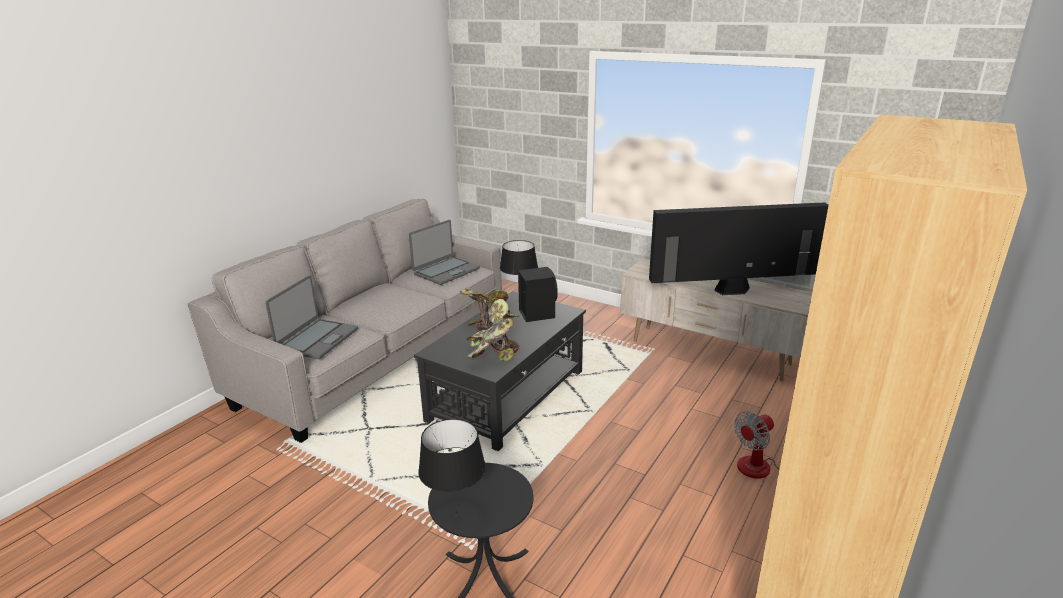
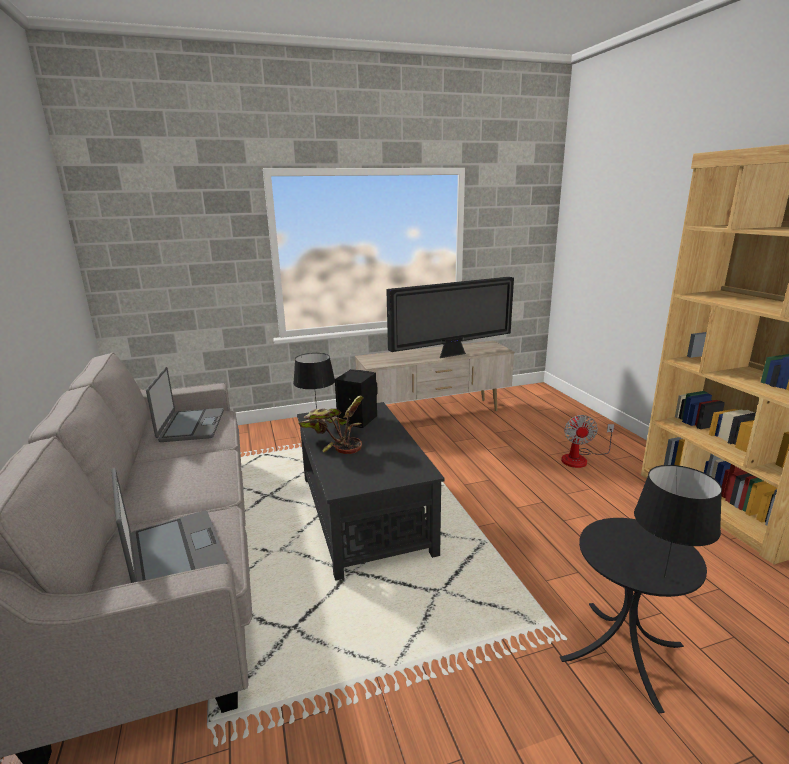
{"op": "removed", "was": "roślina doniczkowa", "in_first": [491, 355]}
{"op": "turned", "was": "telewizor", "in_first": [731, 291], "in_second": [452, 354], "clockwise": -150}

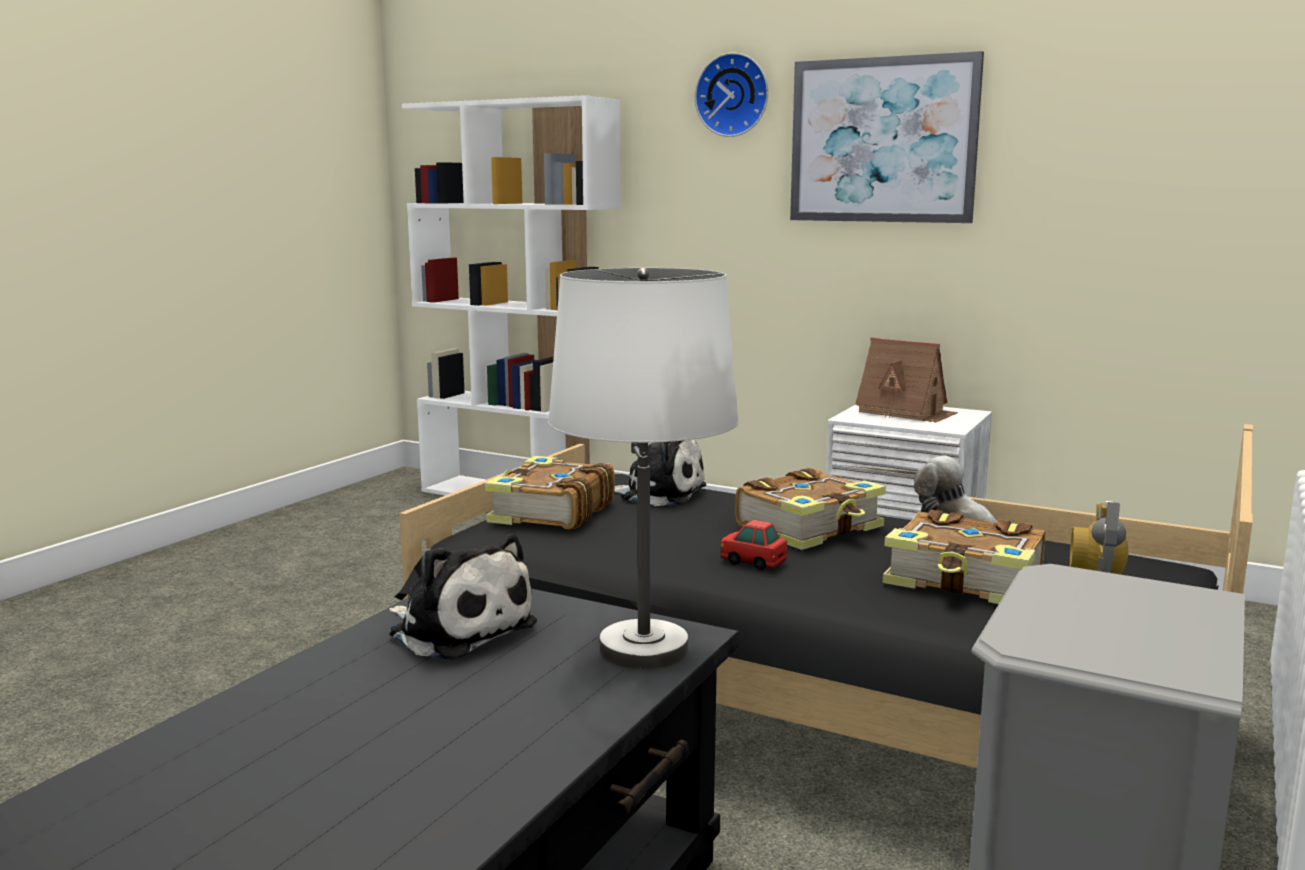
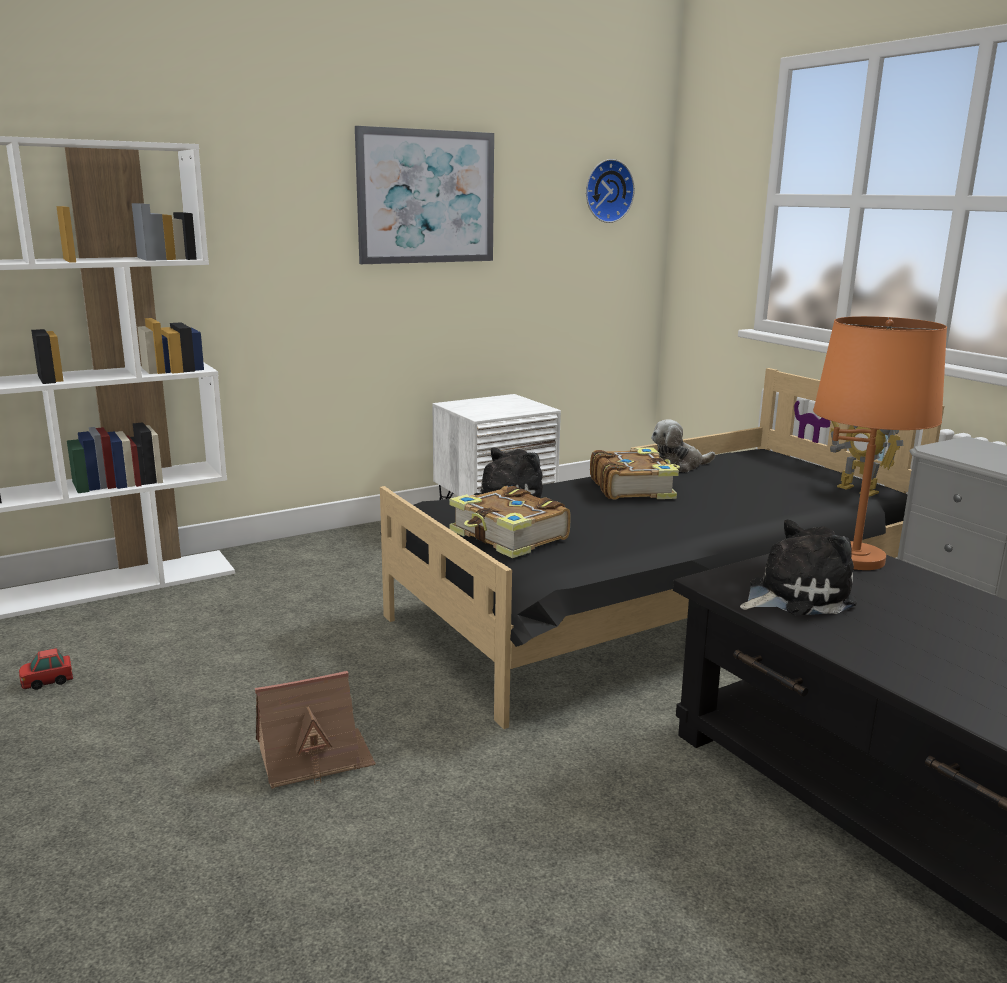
{"op": "recoloured", "was": "lampa stołowa/biały", "now": "lampa stołowa/pomarańczowy", "in_first": [645, 649], "in_second": [855, 559]}
{"op": "moved", "was": "zegar ścienny", "in_first": [733, 95], "in_second": [607, 191]}
{"op": "moved", "was": "samochodzik", "in_first": [752, 562], "in_second": [47, 681]}
{"op": "moved", "was": "domek", "in_first": [906, 412], "in_second": [314, 758]}
{"op": "removed", "was": "książka", "in_first": [966, 581]}

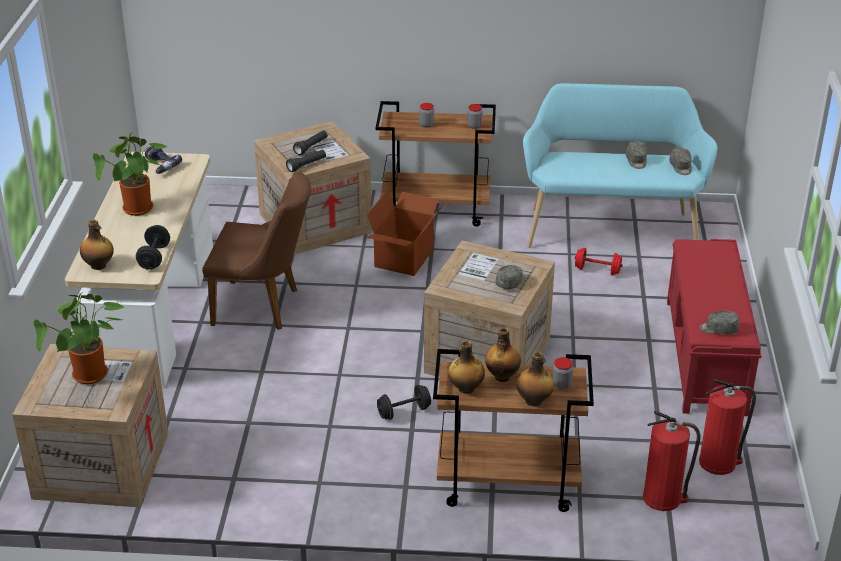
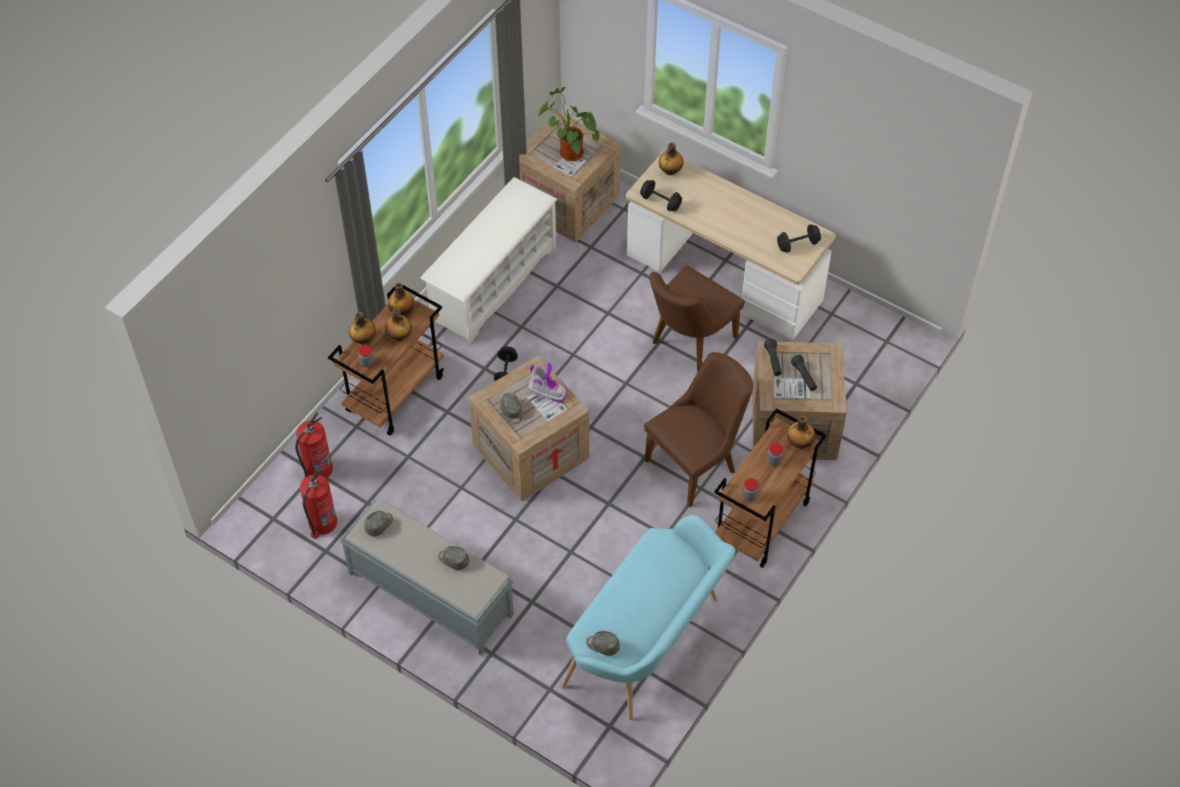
{"op": "removed", "was": "roślina doniczkowa", "in_first": [139, 211]}
{"op": "replaced", "was": "wiertarka", "now": "hantel/czarny", "in_first": [159, 166], "in_second": [798, 245]}
{"op": "replaced", "was": "karton", "now": "krzesło/brązowy", "in_first": [405, 258], "in_second": [698, 462]}
{"op": "removed", "was": "hantel/czerwony", "in_first": [597, 270]}
{"op": "moved", "was": "czapka z daszkiem/szary", "in_first": [636, 161], "in_second": [453, 560]}
{"op": "recoloured", "was": "ławka/czerwony", "now": "ławka/szary", "in_first": [705, 356], "in_second": [429, 593]}
{"op": "added", "now": "regał na buty/biały", "in_second": [493, 282]}
{"op": "added", "now": "but z cholewką", "in_second": [547, 391]}
{"op": "added", "now": "butelka", "in_second": [799, 443]}

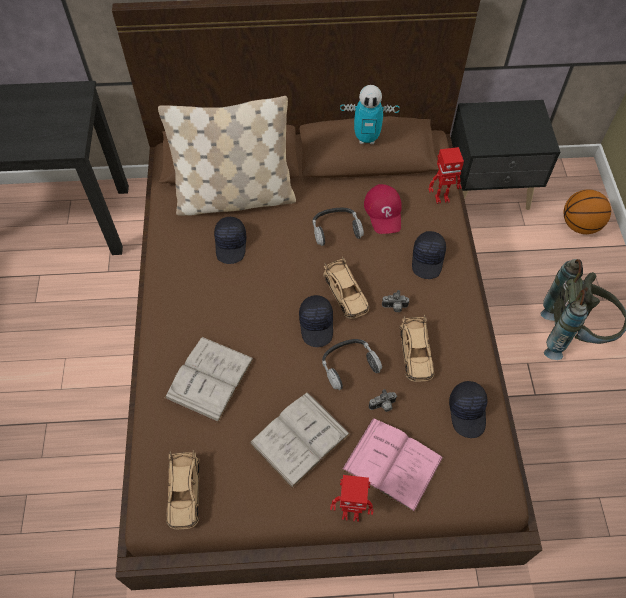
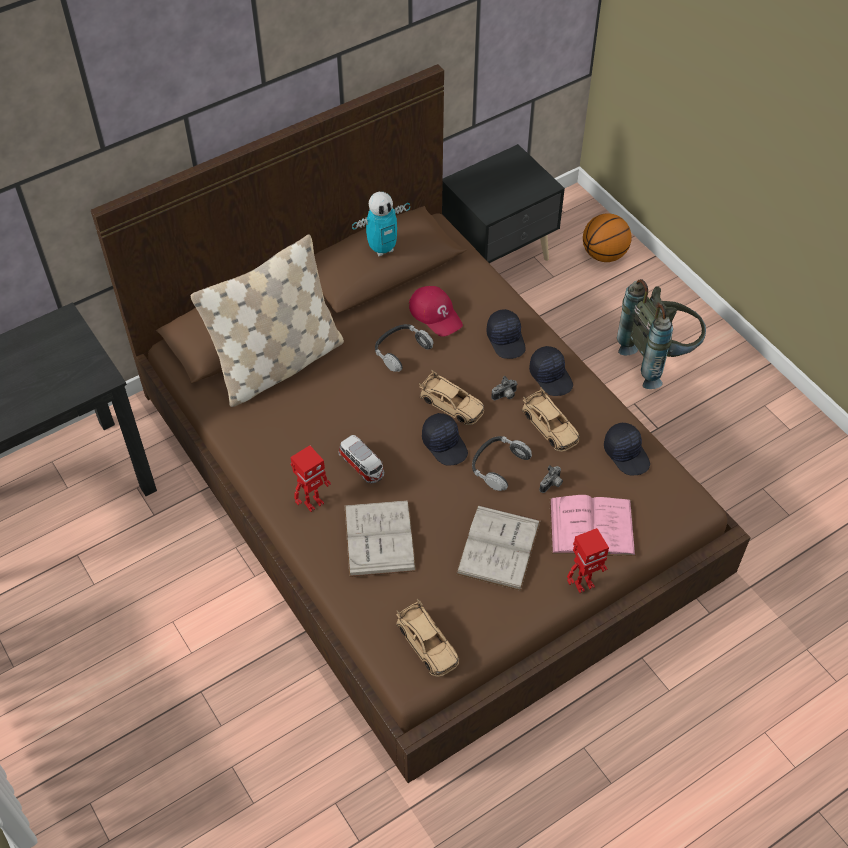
{"op": "moved", "was": "czapka z daszkiem/czarny", "in_first": [231, 245], "in_second": [551, 376]}
{"op": "moved", "was": "robot zabawkowy", "in_first": [441, 198], "in_second": [313, 503]}
{"op": "added", "now": "samochodzik", "in_second": [362, 466]}

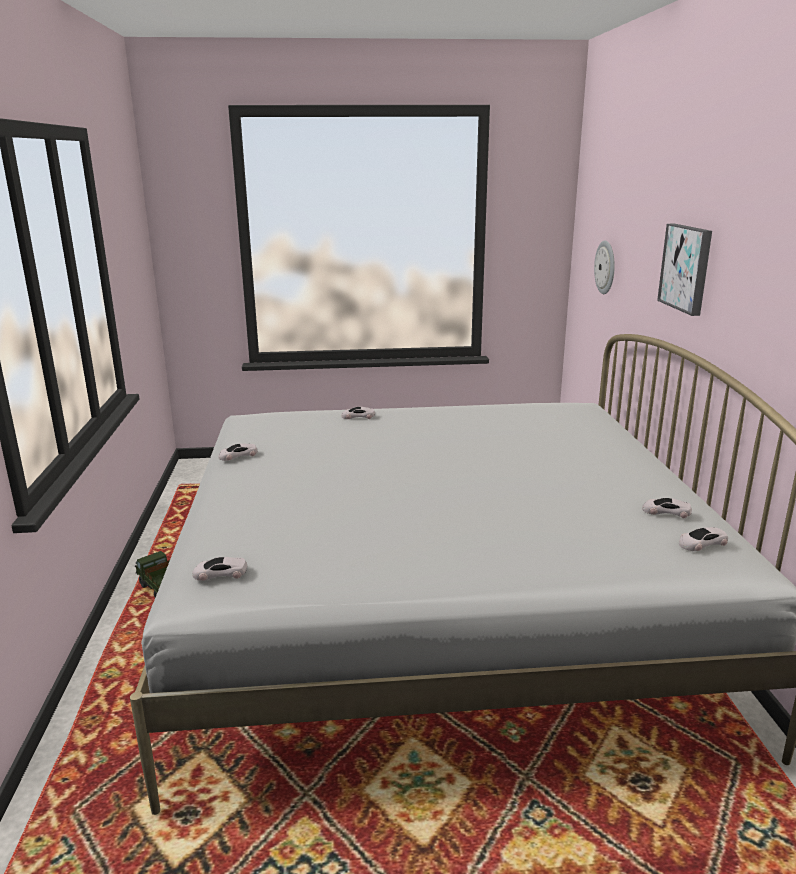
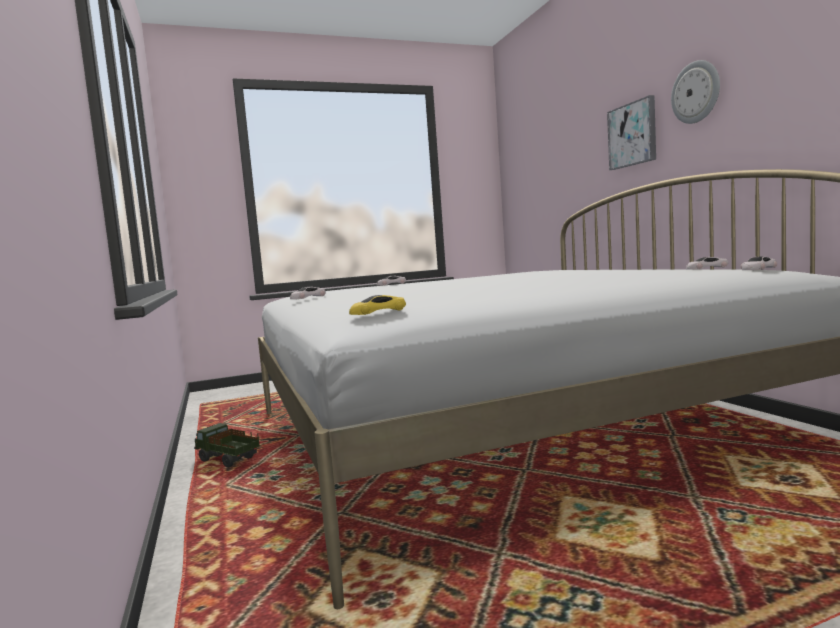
{"op": "recoloured", "was": "samochodzik/biały", "now": "samochodzik/żółty", "in_first": [220, 573], "in_second": [377, 312]}
{"op": "moved", "was": "zegar ścienny", "in_first": [606, 267], "in_second": [696, 92]}

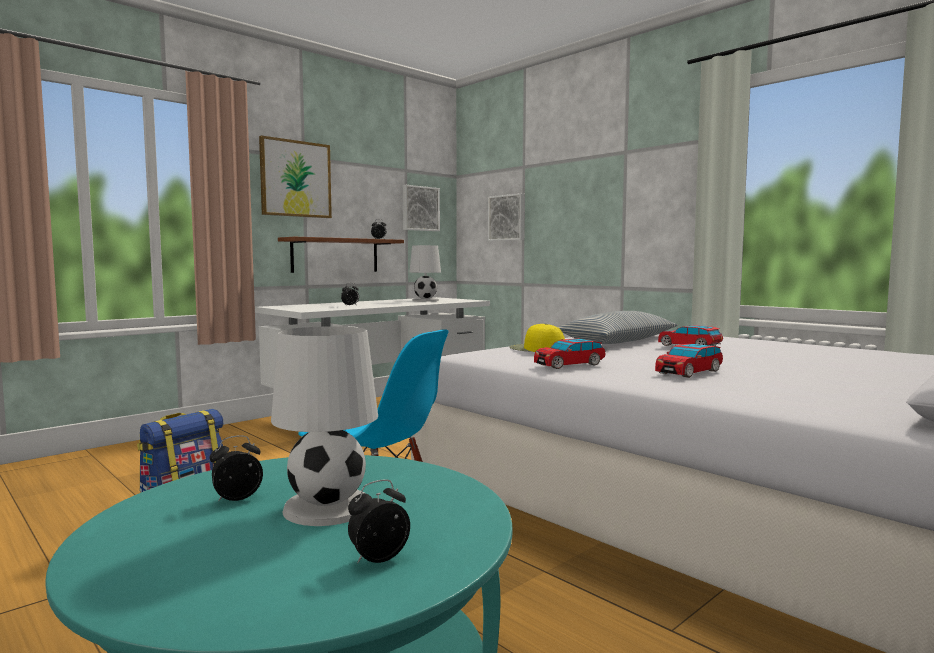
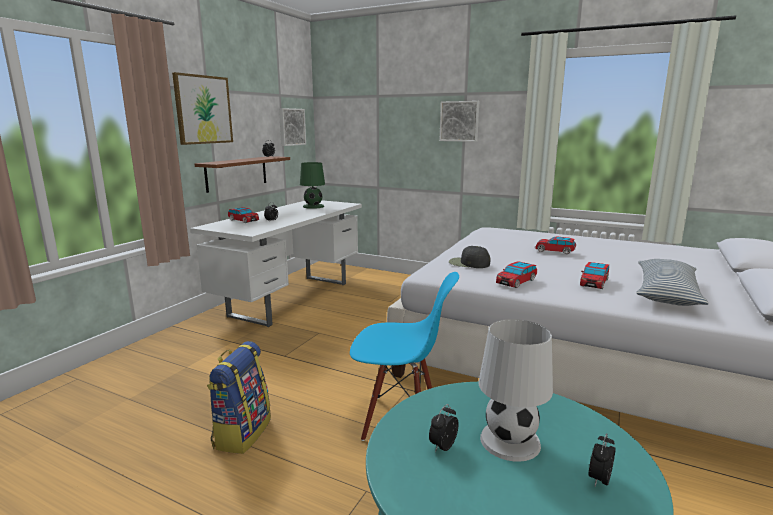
{"op": "recoloured", "was": "lampa stołowa/biały", "now": "lampa stołowa/zielony", "in_first": [425, 300], "in_second": [313, 206]}
{"op": "moved", "was": "obraz", "in_first": [507, 217], "in_second": [459, 121]}
{"op": "recoloured", "was": "czapka z daszkiem/żółty", "now": "czapka z daszkiem/czarny", "in_first": [536, 349], "in_second": [468, 263]}
{"op": "moved", "was": "poduszka", "in_first": [618, 341], "in_second": [666, 293]}
{"op": "added", "now": "samochodzik", "in_second": [243, 220]}

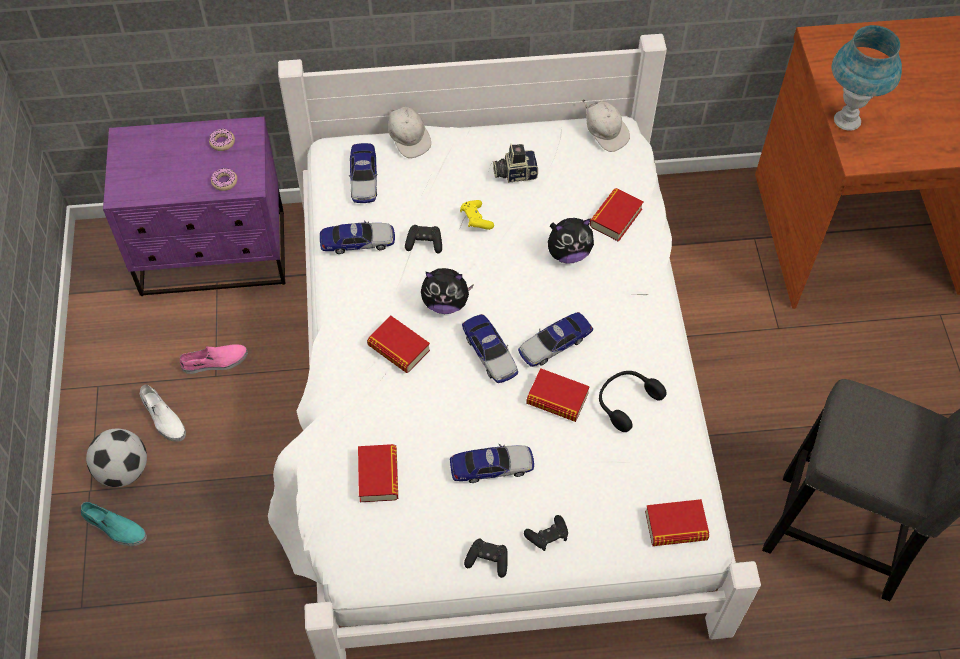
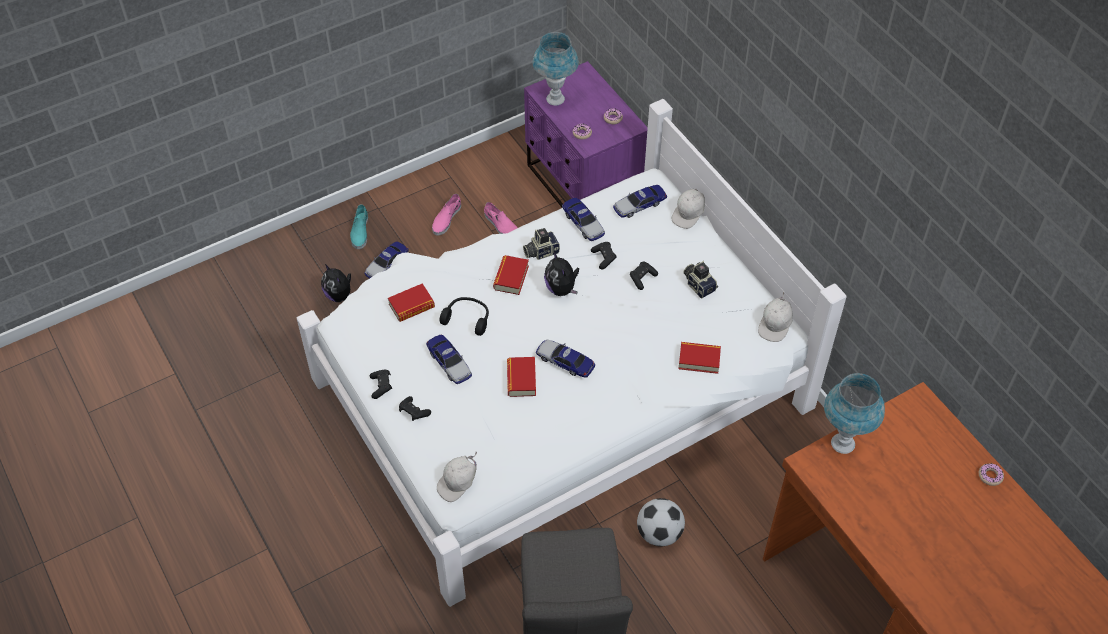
{"op": "moved", "was": "piłka futbolowa", "in_first": [123, 470], "in_second": [659, 533]}
{"op": "recoloured", "was": "but/biały", "now": "but/różowy", "in_first": [163, 418], "in_second": [446, 219]}
{"op": "recoloured", "was": "pad do gier/żółty", "now": "pad do gier/czarny", "in_first": [476, 219], "in_second": [642, 278]}
{"op": "moved", "was": "samochodzik", "in_first": [489, 352], "in_second": [386, 264]}
{"op": "moved", "was": "pluszak", "in_first": [568, 253], "in_second": [339, 295]}
{"op": "moved", "was": "słuchawki/czarny", "in_first": [626, 401], "in_second": [467, 318]}
{"op": "replaced", "was": "książka", "now": "czapka z daszkiem/biały", "in_first": [676, 526], "in_second": [458, 484]}
{"op": "added", "now": "aparat fotograficzny", "in_second": [540, 251]}
{"op": "added", "now": "lampa stołowa/niebieski", "in_second": [555, 99]}
{"op": "added", "now": "donut", "in_second": [990, 476]}

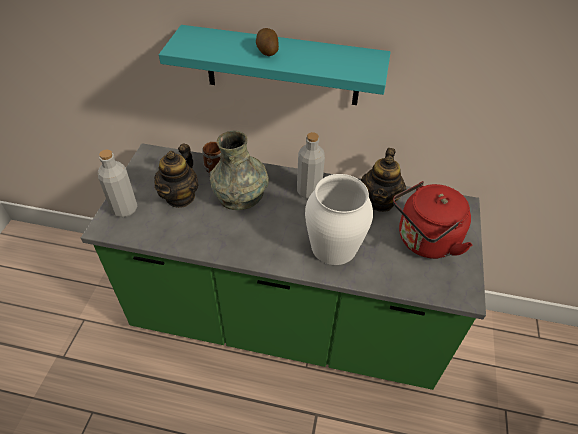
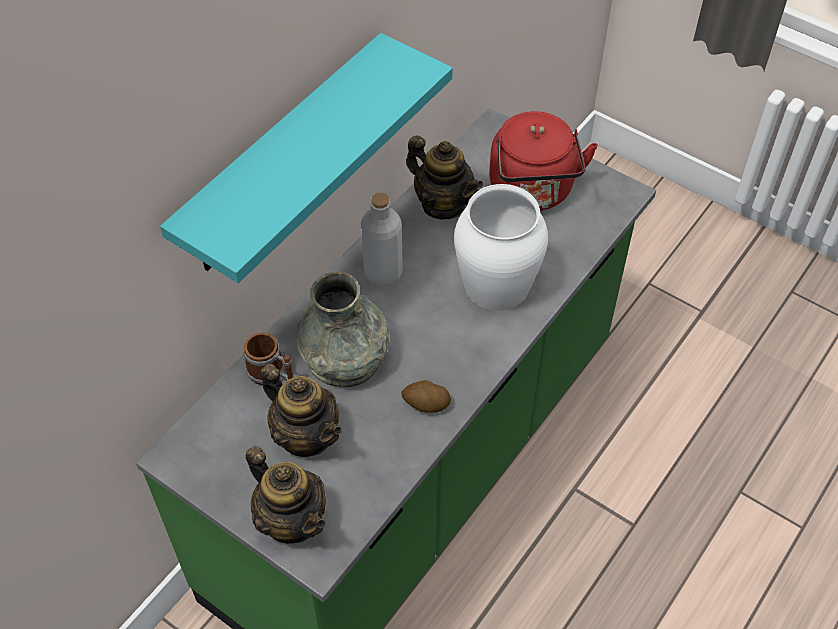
{"op": "replaced", "was": "butelka/szary", "now": "imbryk", "in_first": [124, 209], "in_second": [292, 520]}
{"op": "moved", "was": "ziemniak", "in_first": [267, 51], "in_second": [426, 404]}

